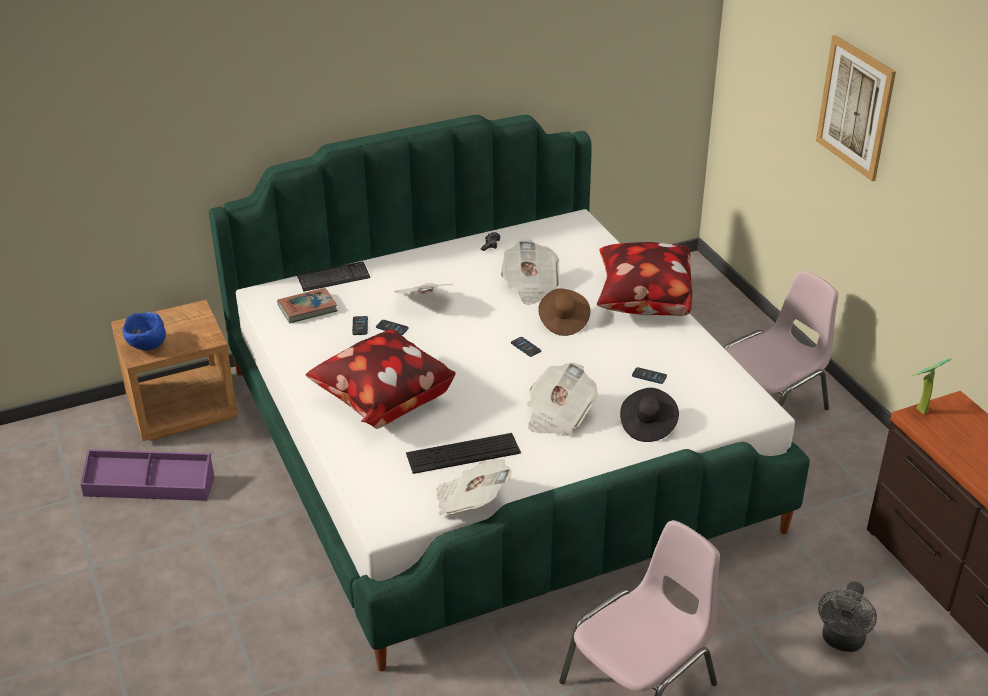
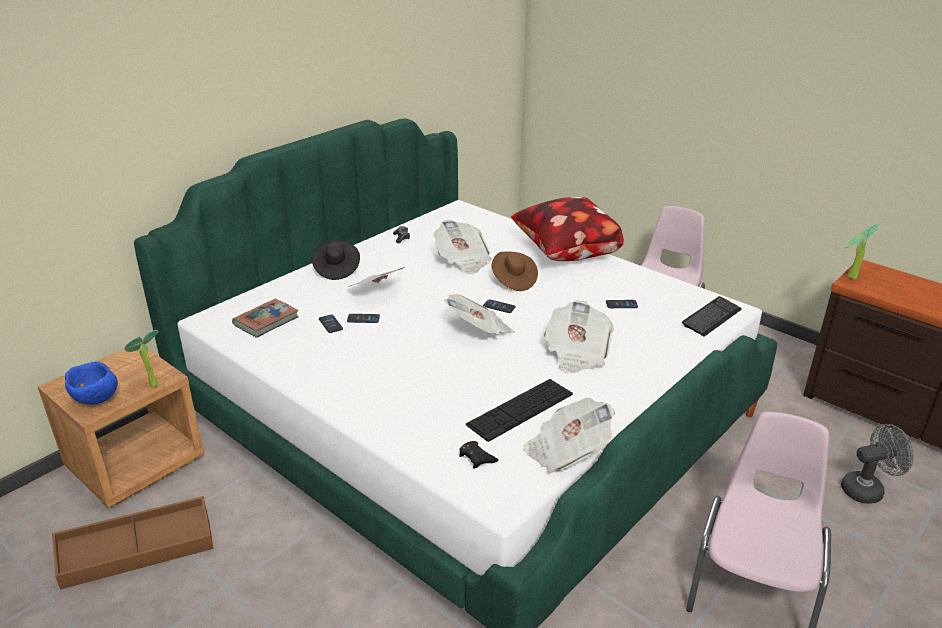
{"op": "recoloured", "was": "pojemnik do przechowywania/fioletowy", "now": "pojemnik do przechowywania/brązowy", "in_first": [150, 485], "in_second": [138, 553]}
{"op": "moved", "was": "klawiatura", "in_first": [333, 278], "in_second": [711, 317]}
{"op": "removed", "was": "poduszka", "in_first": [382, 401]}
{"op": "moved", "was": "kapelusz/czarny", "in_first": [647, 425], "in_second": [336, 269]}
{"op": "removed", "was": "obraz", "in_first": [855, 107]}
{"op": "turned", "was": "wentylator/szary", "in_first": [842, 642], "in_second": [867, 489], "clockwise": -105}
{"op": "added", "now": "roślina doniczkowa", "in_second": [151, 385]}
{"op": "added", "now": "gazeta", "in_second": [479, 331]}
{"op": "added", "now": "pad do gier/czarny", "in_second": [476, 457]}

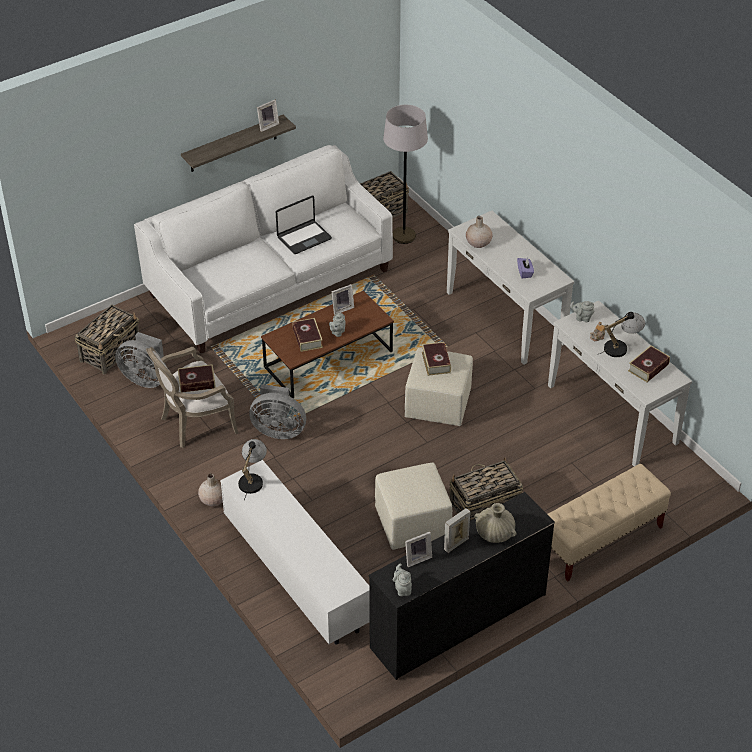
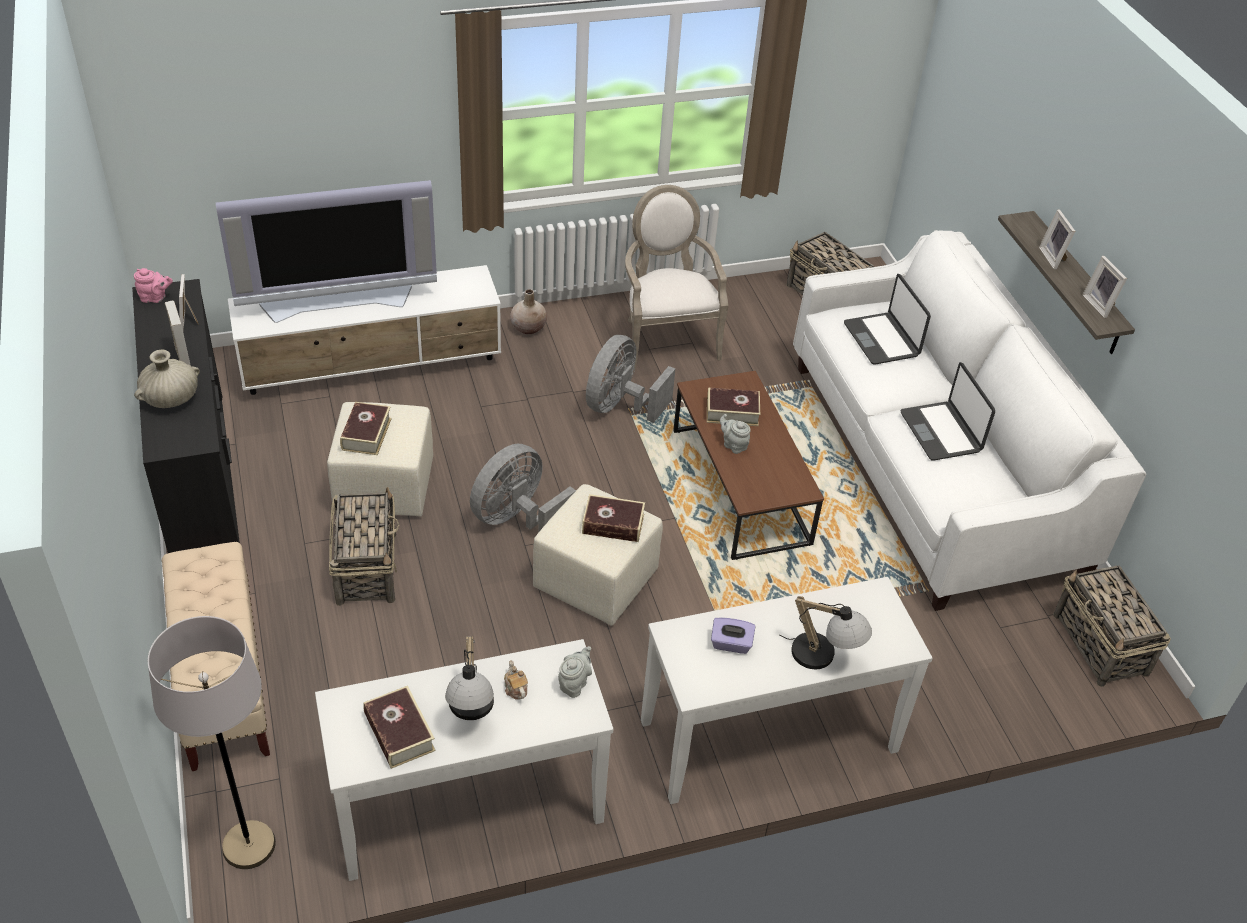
{"op": "moved", "was": "wentylator/szary", "in_first": [145, 378], "in_second": [517, 519]}
{"op": "moved", "was": "książka", "in_first": [197, 382], "in_second": [366, 434]}
{"op": "moved", "was": "lampa stołowa", "in_first": [252, 479], "in_second": [823, 657]}
{"op": "moved", "was": "ramka na zdjęcie", "in_first": [342, 308], "in_second": [1054, 258]}
{"op": "moved", "was": "lampa stojąca/szary", "in_first": [404, 236], "in_second": [249, 845]}
{"op": "recoloured", "was": "imbryk/szary", "now": "imbryk/różowy", "in_first": [402, 588], "in_second": [155, 298]}
{"op": "removed", "was": "wazon/beżowy", "in_first": [478, 243]}
{"op": "added", "now": "telewizor", "in_second": [337, 300]}
{"op": "added", "now": "laptop", "in_second": [882, 339]}

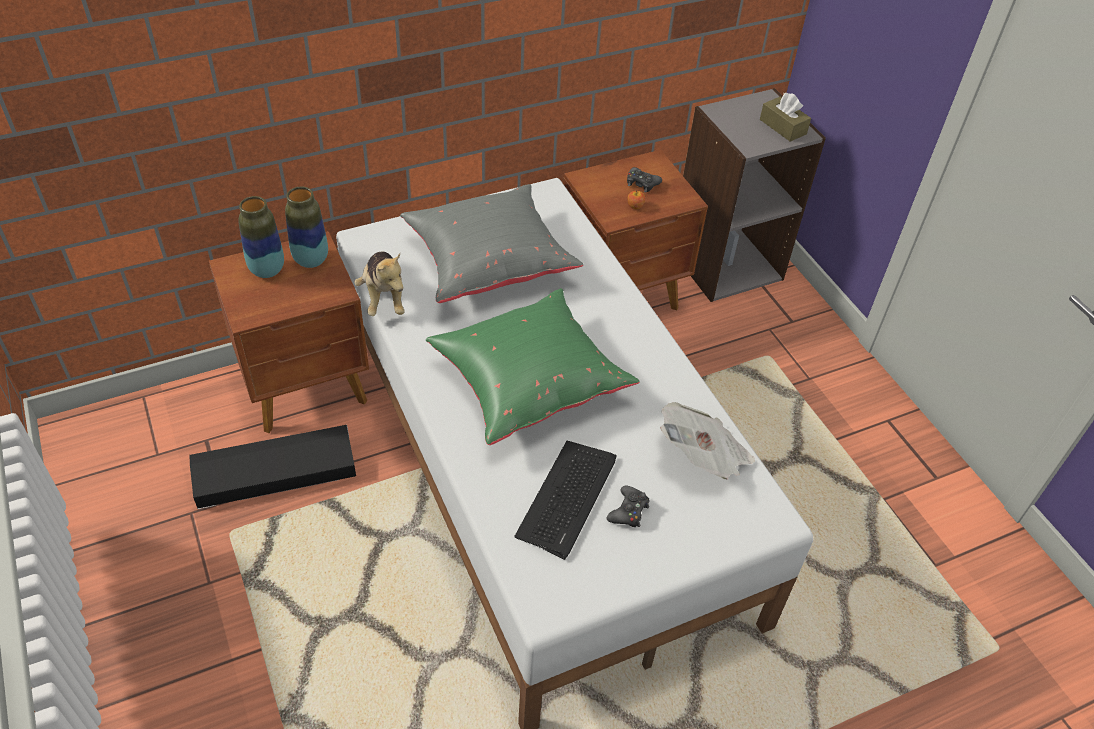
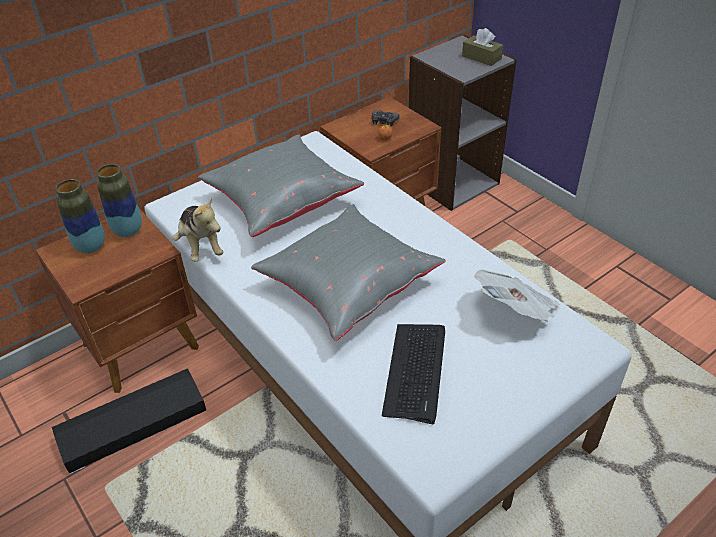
{"op": "recoloured", "was": "poduszka/zielony", "now": "poduszka/szary", "in_first": [528, 383], "in_second": [347, 286]}
{"op": "removed", "was": "pad do gier/czarny", "in_first": [628, 511]}

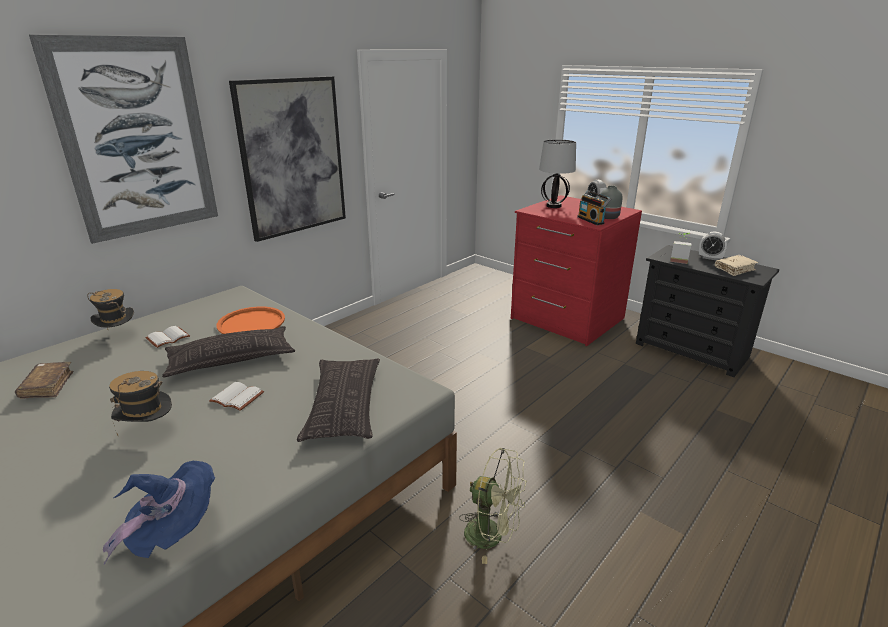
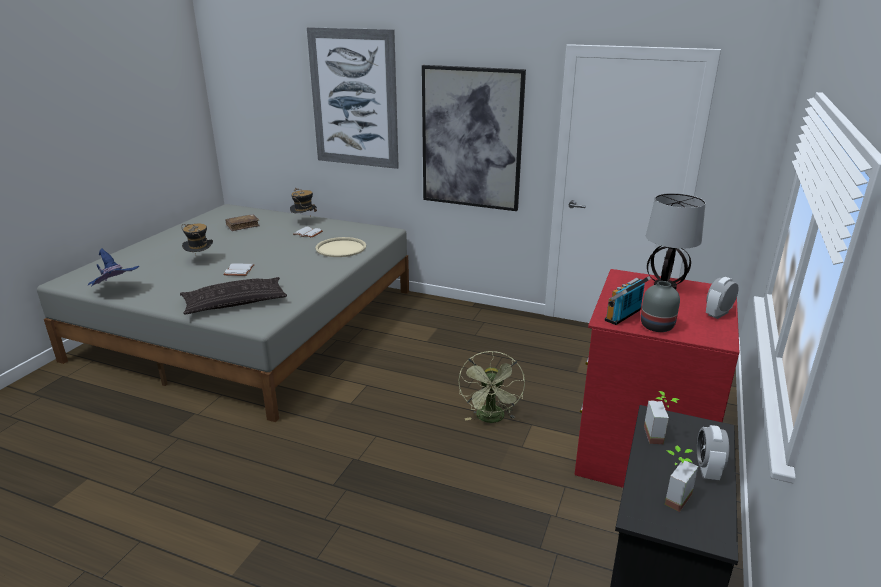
{"op": "removed", "was": "poduszka", "in_first": [231, 359]}
{"op": "recoloured", "was": "taca/pomarańczowy", "now": "taca/beżowy", "in_first": [251, 323], "in_second": [341, 248]}
{"op": "moved", "was": "wentylator/zielony", "in_first": [492, 536], "in_second": [491, 419]}
{"op": "replaced", "was": "książka/beżowy", "now": "roślina doniczkowa", "in_first": [734, 269], "in_second": [671, 496]}

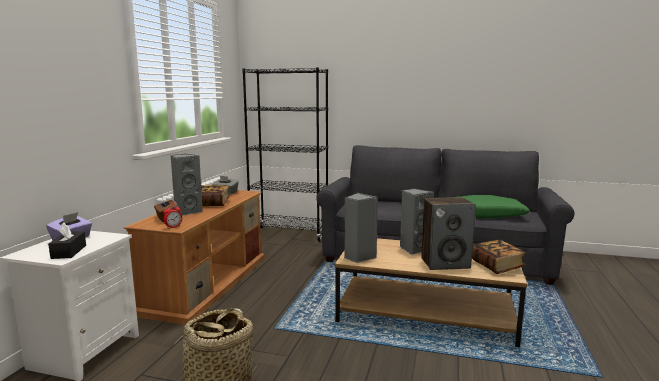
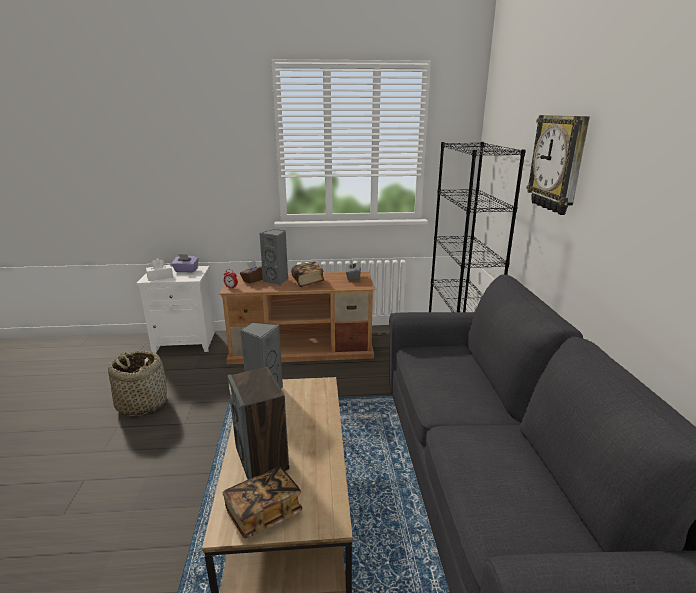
{"op": "recoloured", "was": "pudełko chusteczek/czarny", "now": "pudełko chusteczek/biały", "in_first": [69, 252], "in_second": [160, 277]}
{"op": "removed", "was": "głośnik/szary", "in_first": [414, 249]}
{"op": "removed", "was": "poduszka/zielony", "in_first": [486, 214]}
{"op": "added", "now": "zegar ścienny", "in_second": [558, 163]}

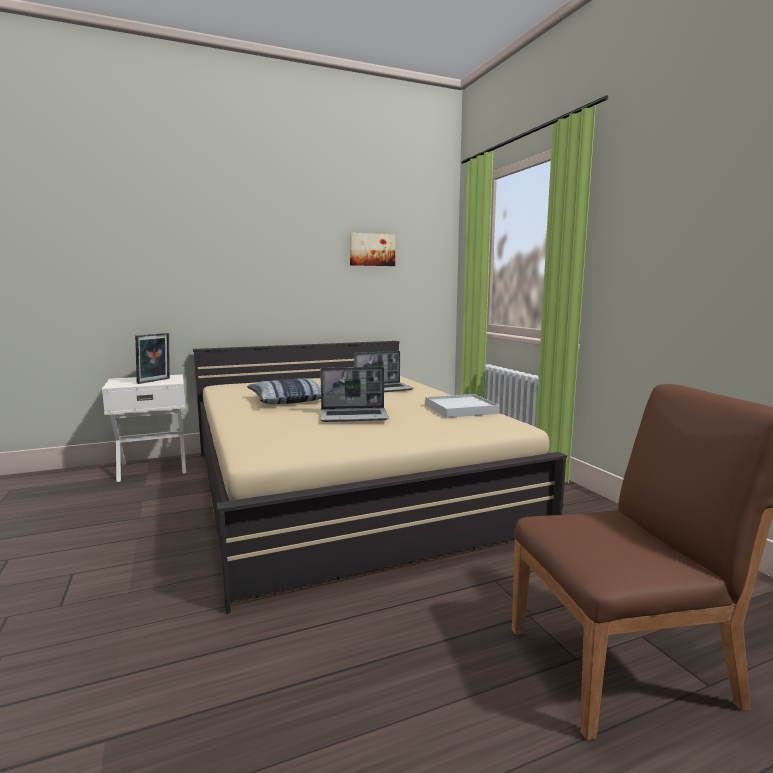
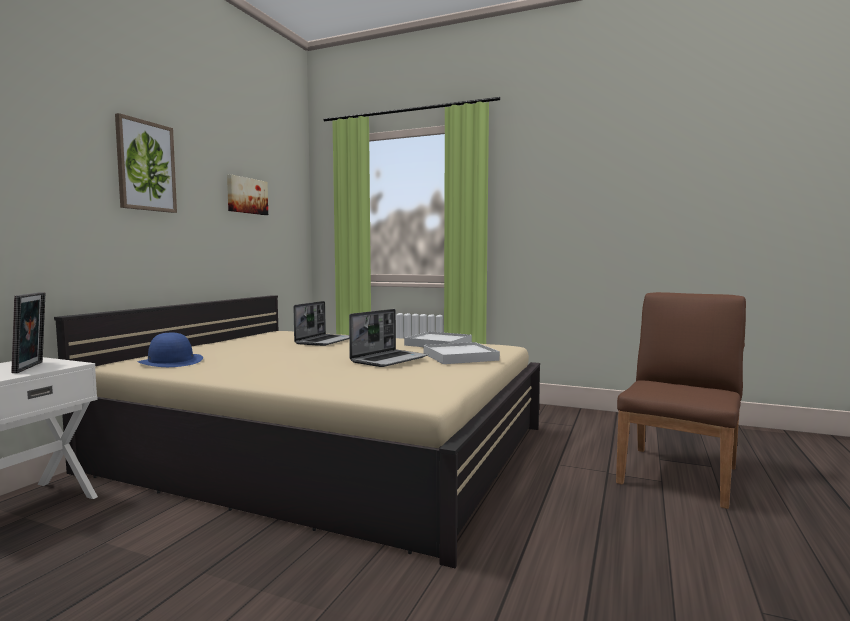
{"op": "removed", "was": "poduszka", "in_first": [288, 400]}
{"op": "added", "now": "obraz", "in_second": [145, 166]}
{"op": "added", "now": "kapelusz/niebieski", "in_second": [171, 361]}
{"op": "added", "now": "taca/biały", "in_second": [460, 357]}

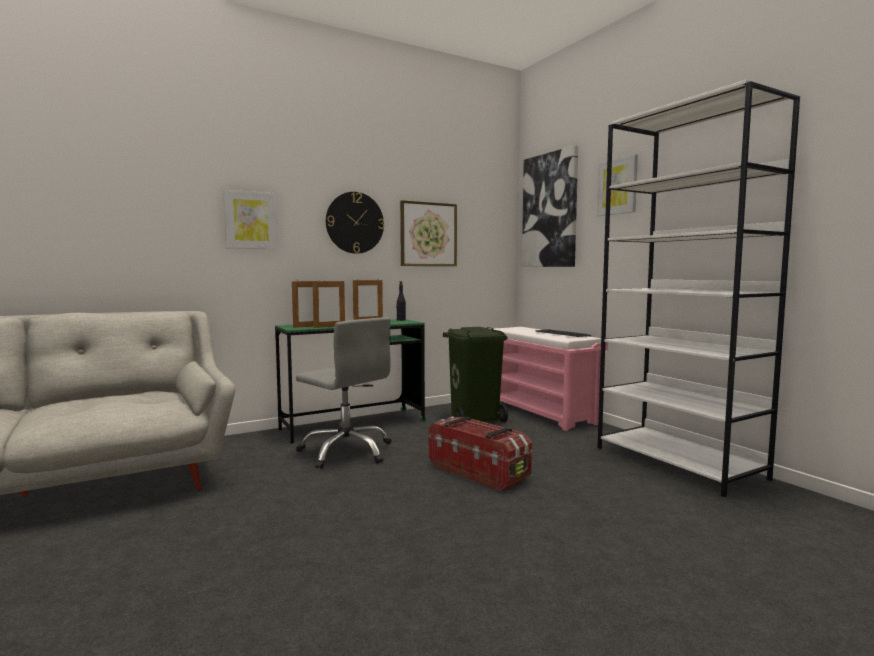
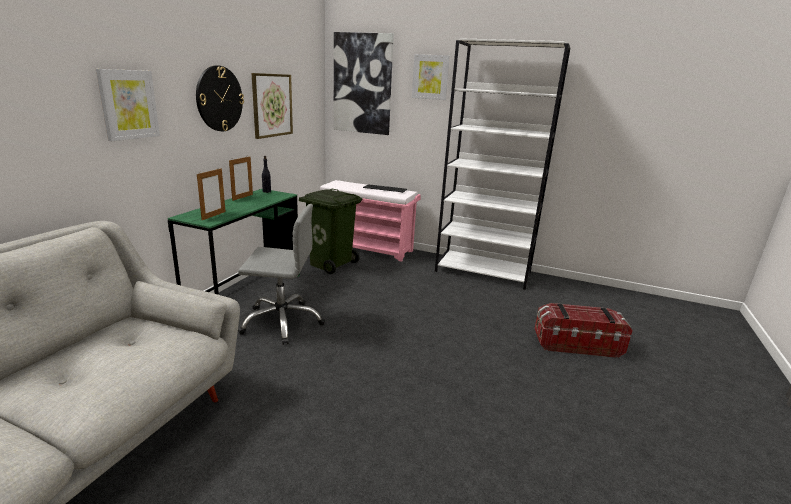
{"op": "removed", "was": "ramka na zdjęcie", "in_first": [329, 326]}
{"op": "moved", "was": "pojemnik do przechowywania", "in_first": [479, 472], "in_second": [576, 344]}

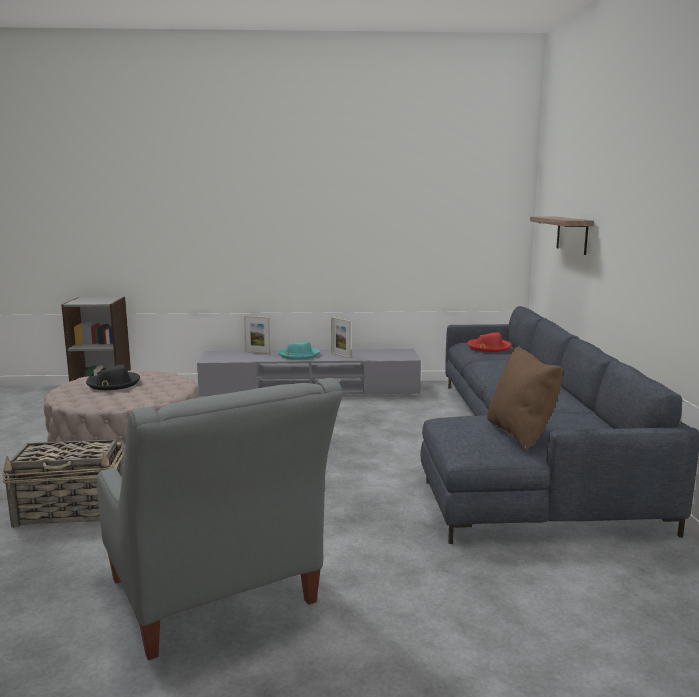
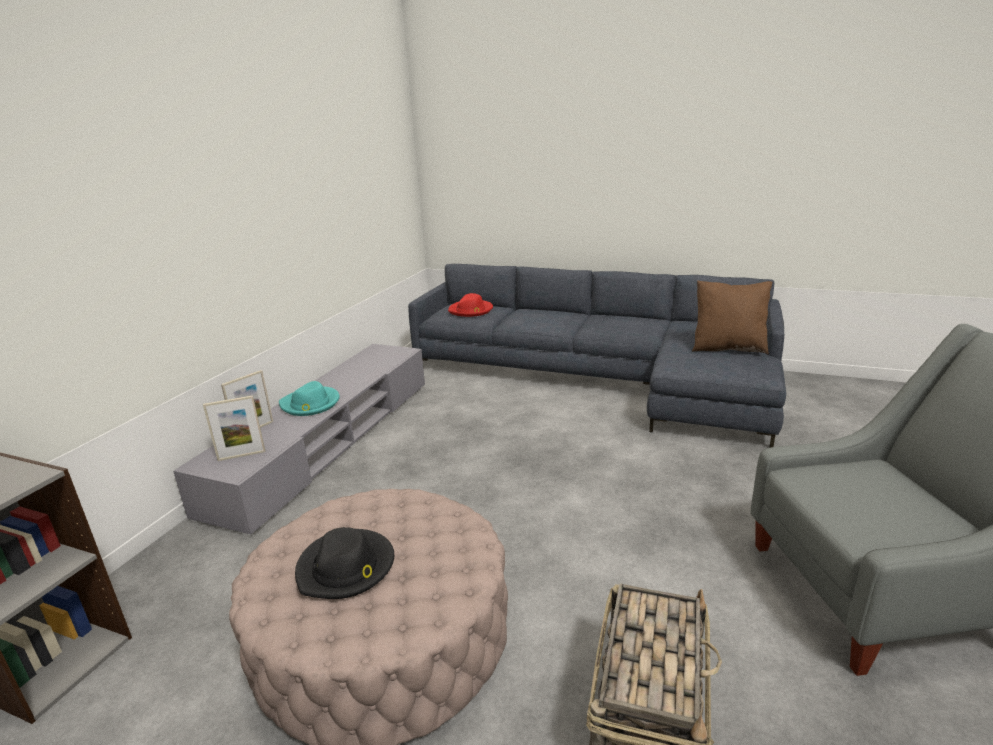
{"op": "moved", "was": "ramka na zdjęcie", "in_first": [340, 355], "in_second": [241, 455]}
{"op": "removed", "was": "półka", "in_first": [572, 235]}

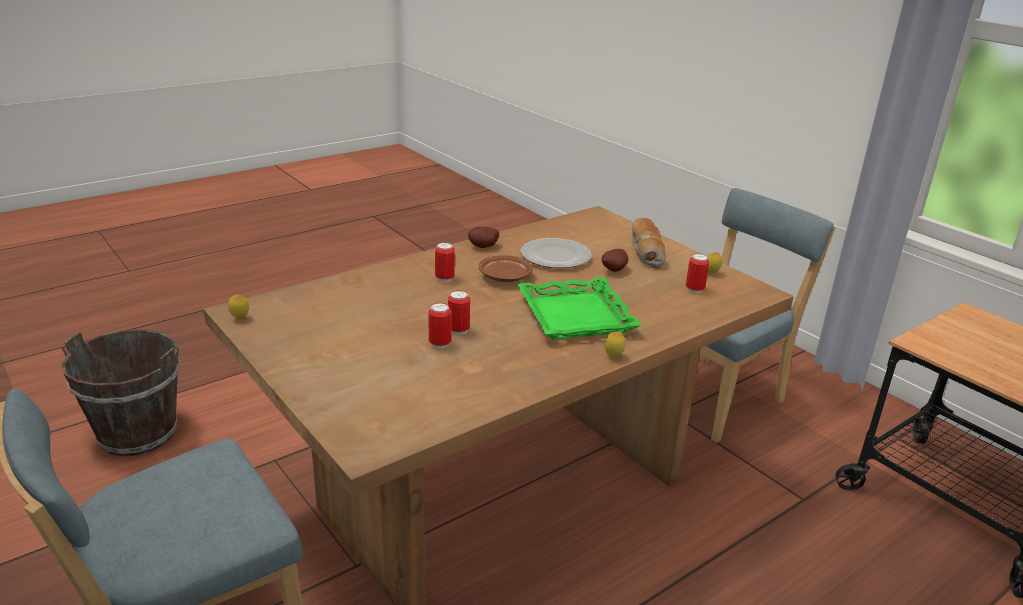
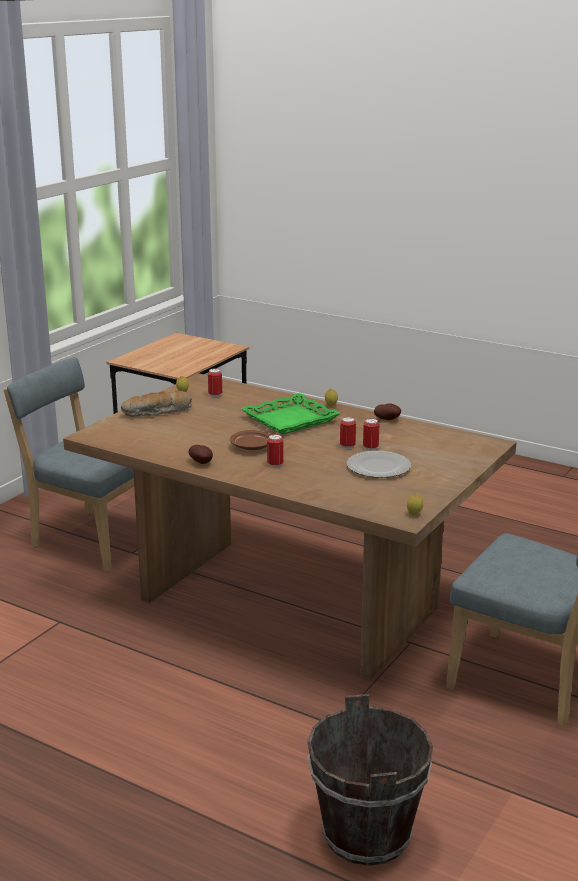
{"op": "moved", "was": "talerz", "in_first": [555, 257], "in_second": [379, 467]}
{"op": "moved", "was": "ziemniak", "in_first": [615, 270], "in_second": [388, 420]}

